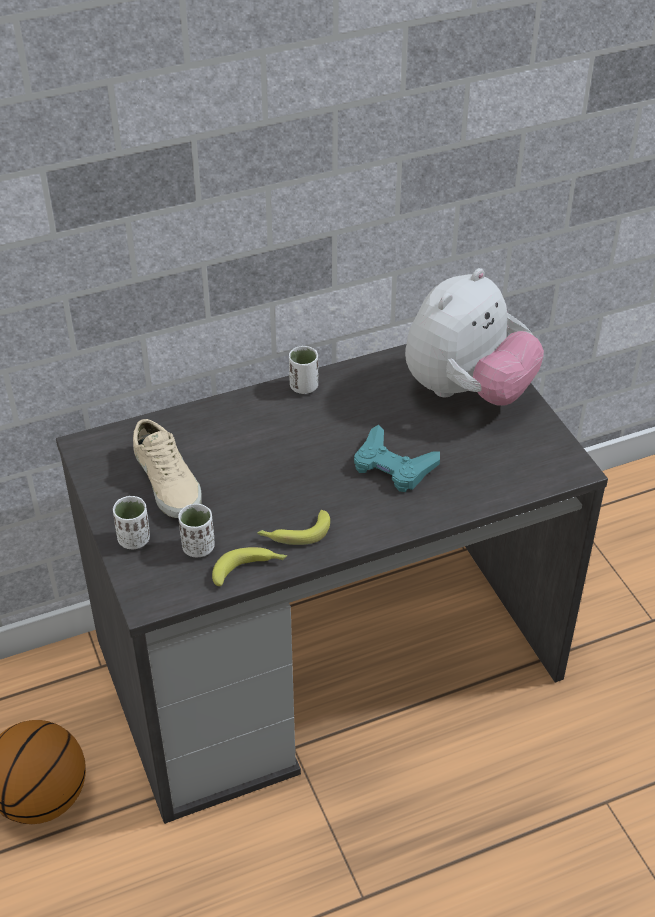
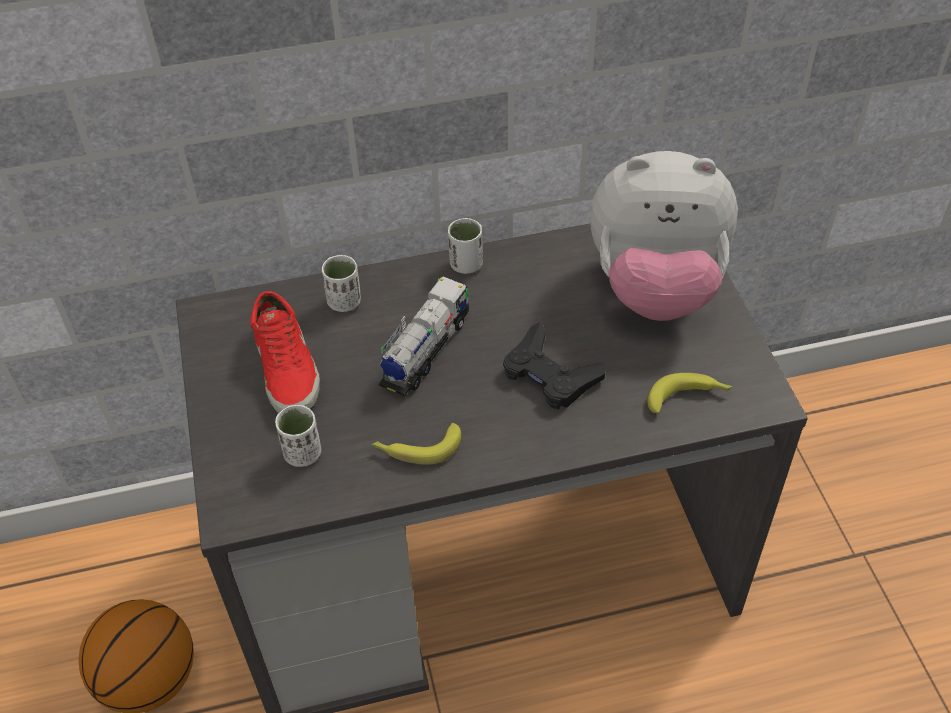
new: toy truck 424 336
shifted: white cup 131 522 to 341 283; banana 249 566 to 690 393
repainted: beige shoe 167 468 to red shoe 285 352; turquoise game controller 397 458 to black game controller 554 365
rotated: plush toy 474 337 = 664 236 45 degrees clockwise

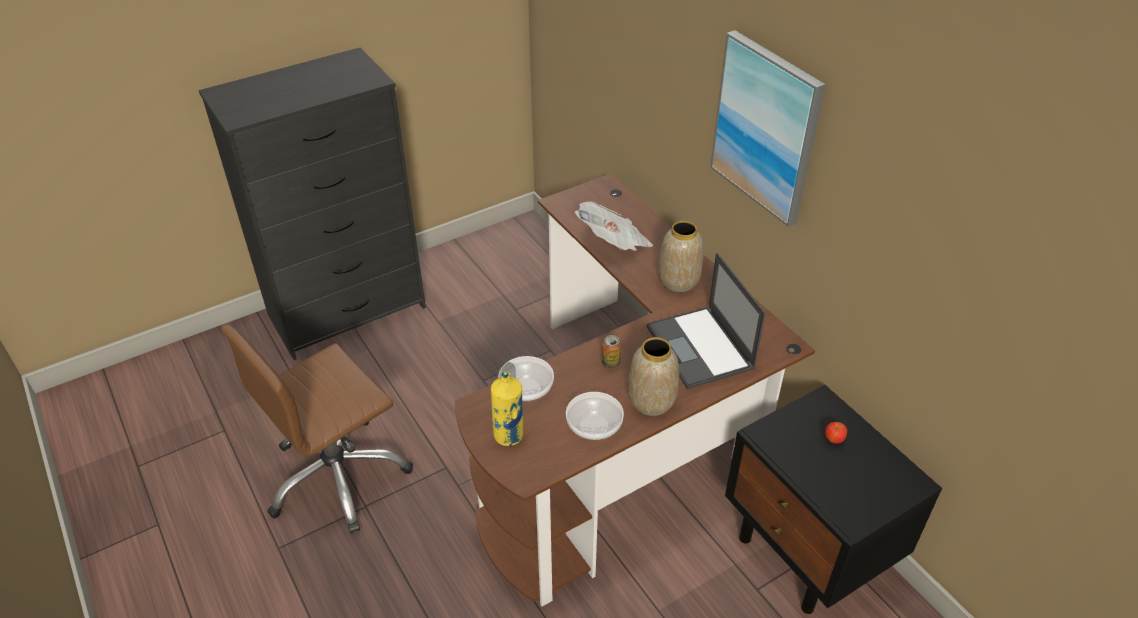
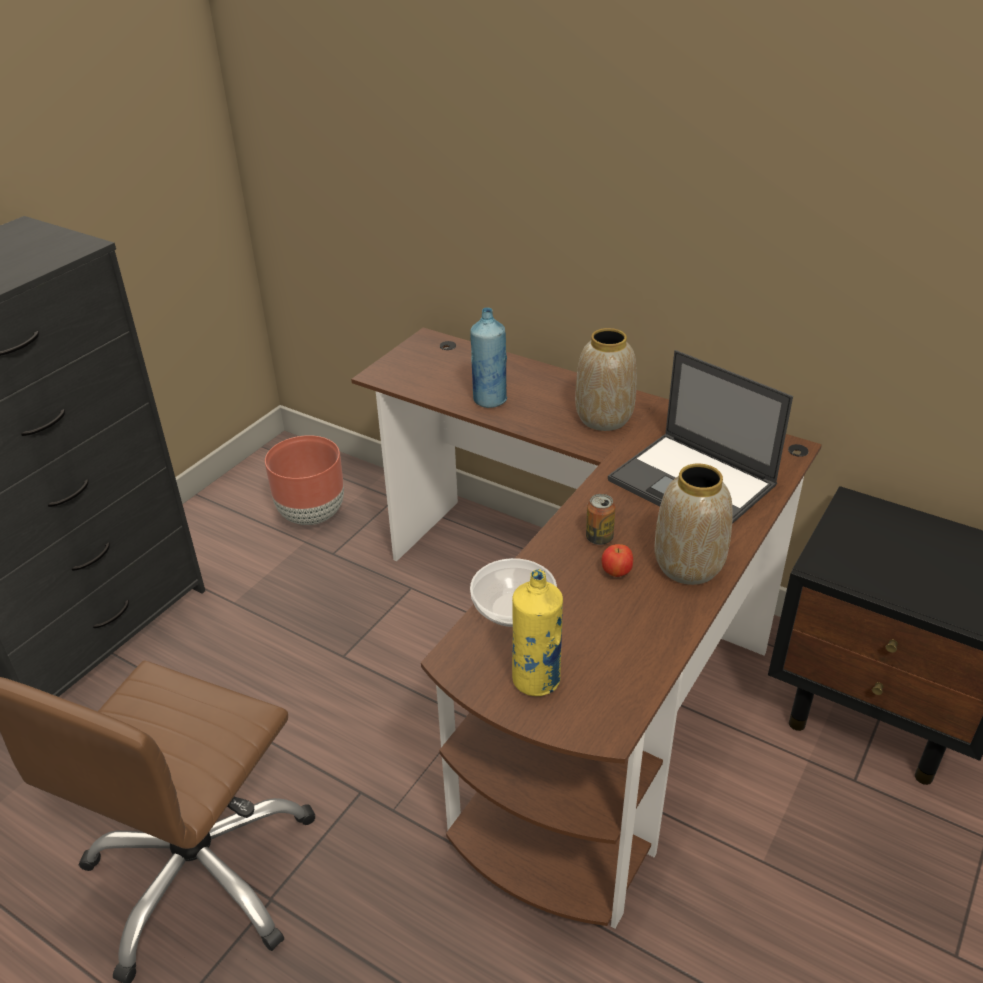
gone: bowl 595 416; picture 767 128
new: brown planter 304 480
shifted: apple 836 433 to 617 560
swapped: newspaper 613 226 to blue bottle 488 357

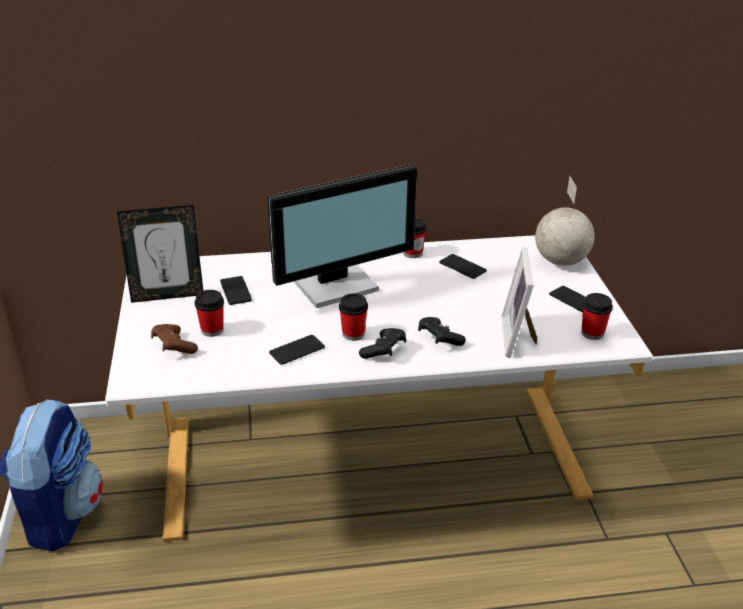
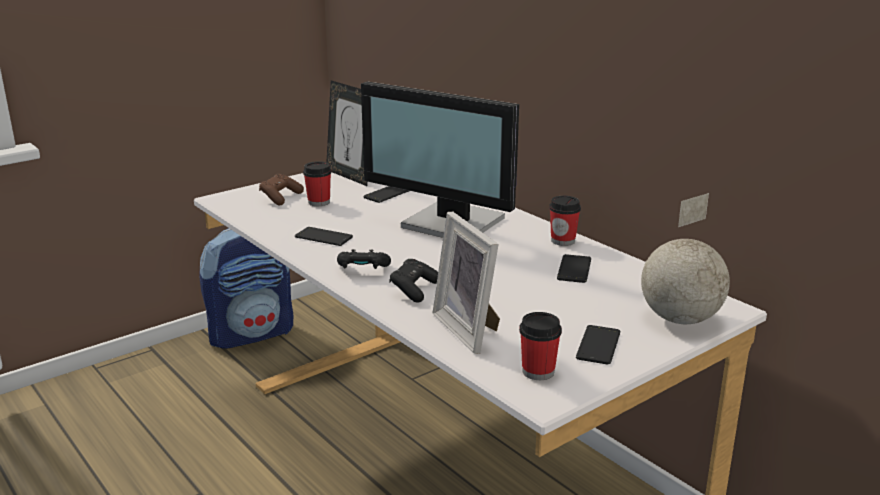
gone: cup 353 317
rotated: picture frame 519 302 = 466 283 90 degrees counterclockwise

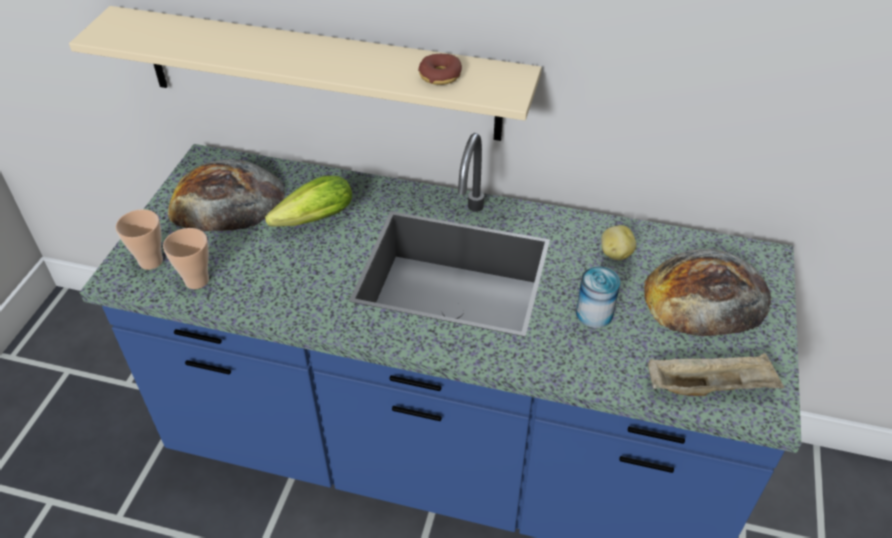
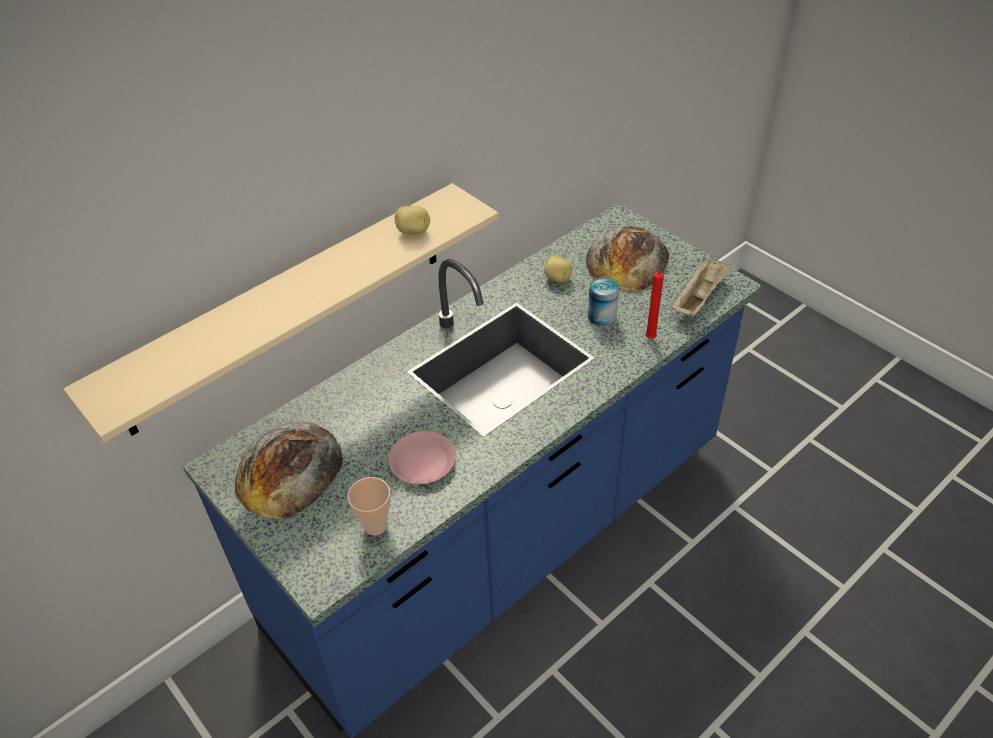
gone: cup 139 239; lettuce 308 201
new: pink plate 422 457; red candle 654 305
swapped: donut 440 69 to potato 412 220

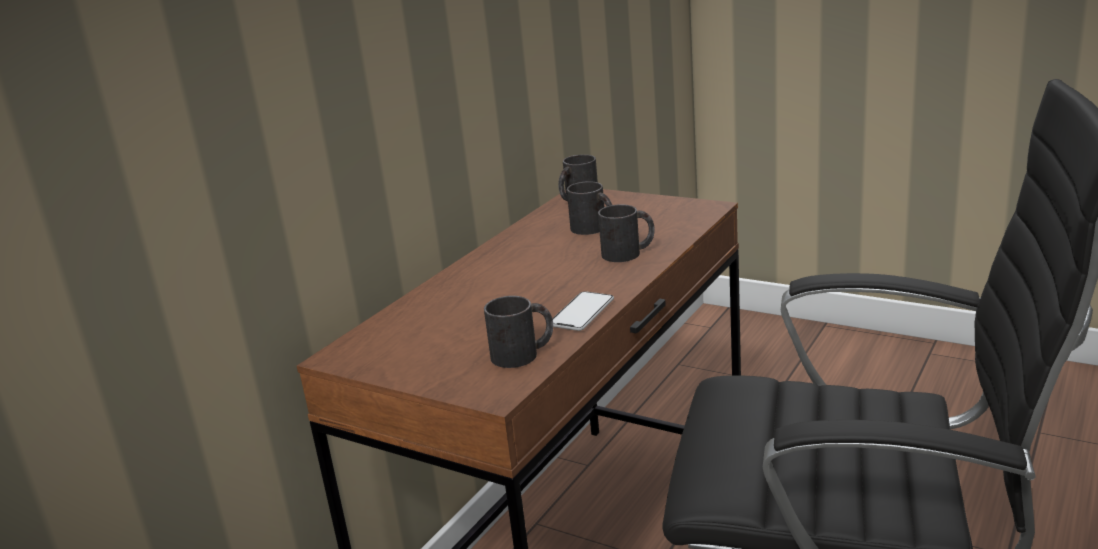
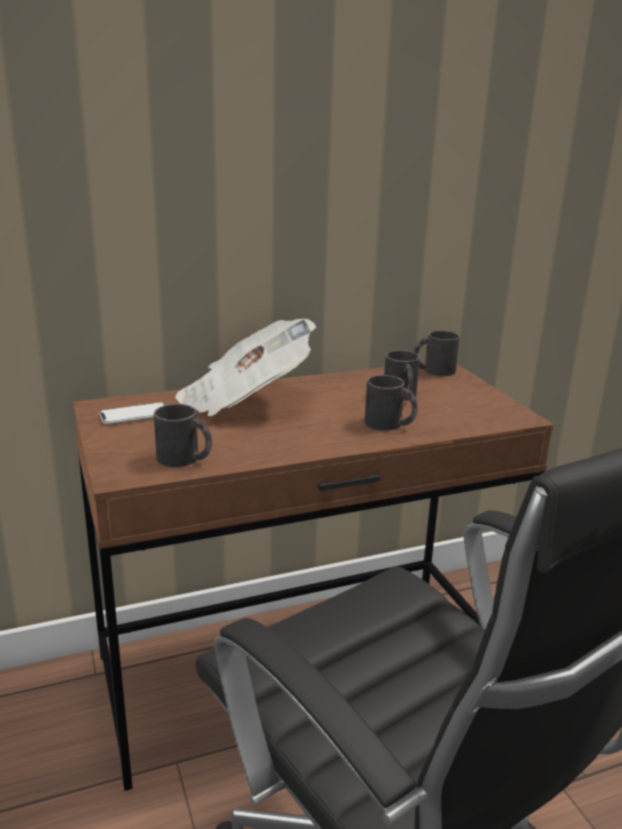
new: newspaper 245 367
shifted: phone 583 311 to 132 413

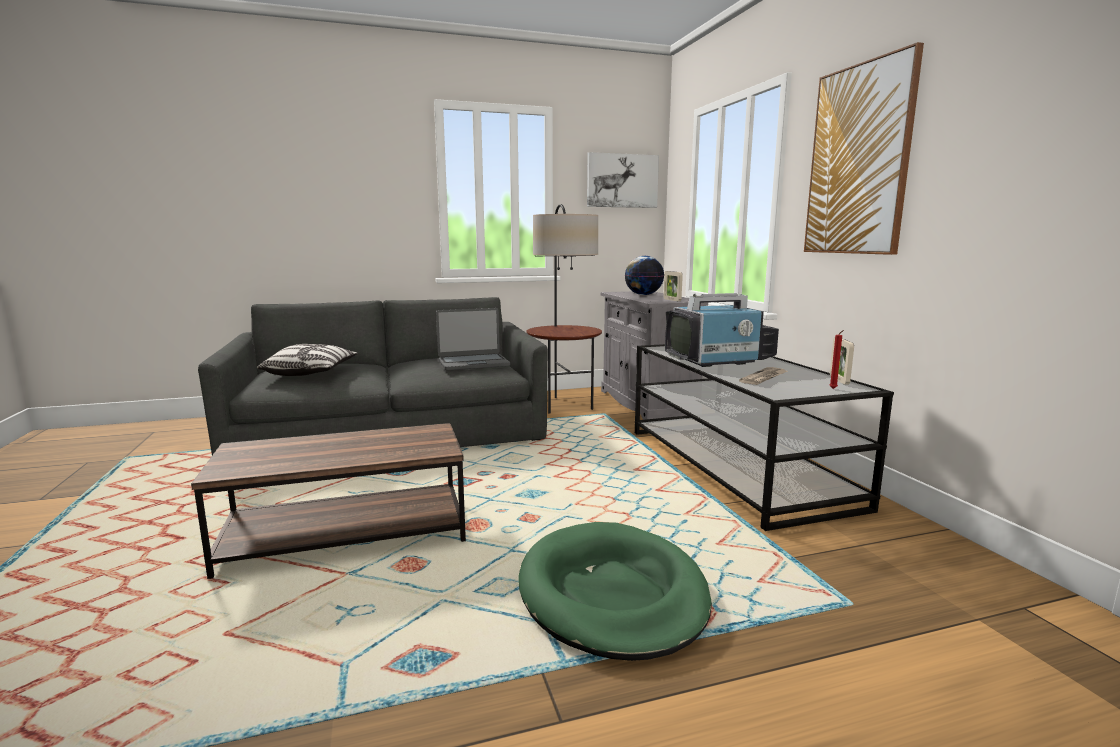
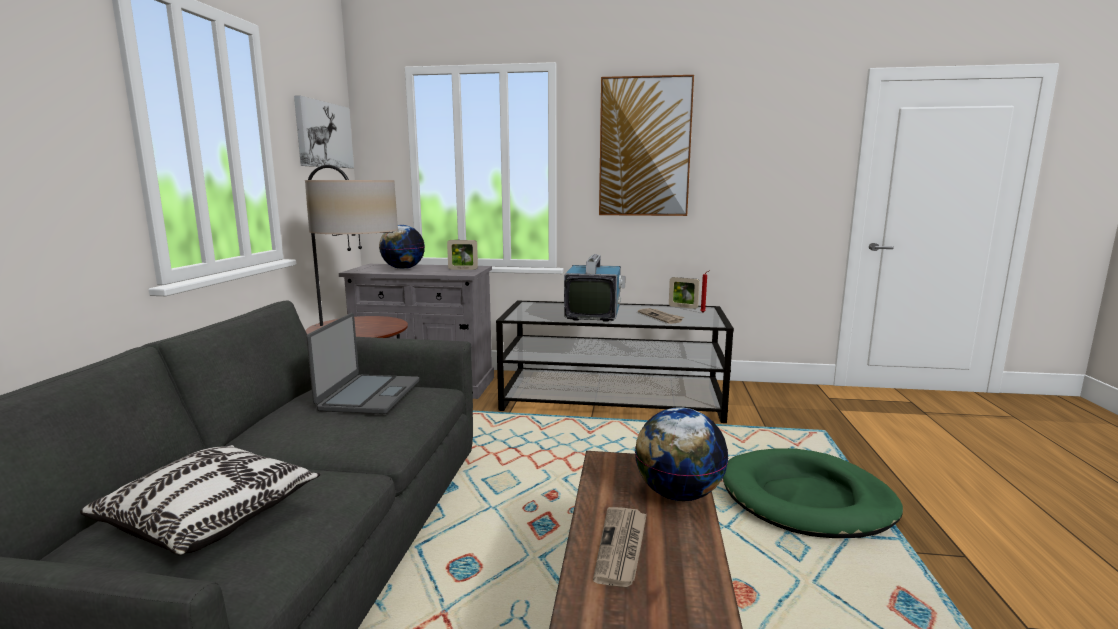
new: newspaper 620 547; globe 682 454

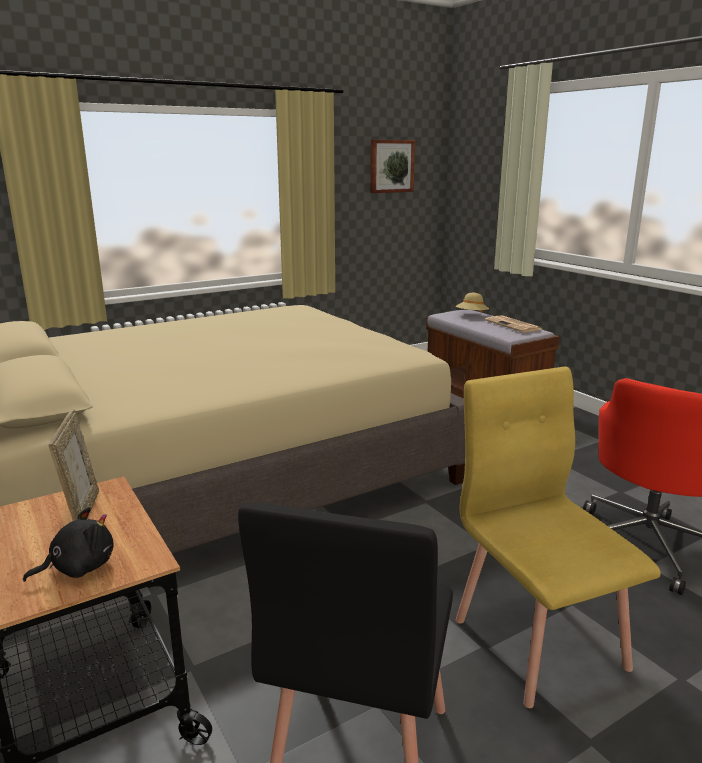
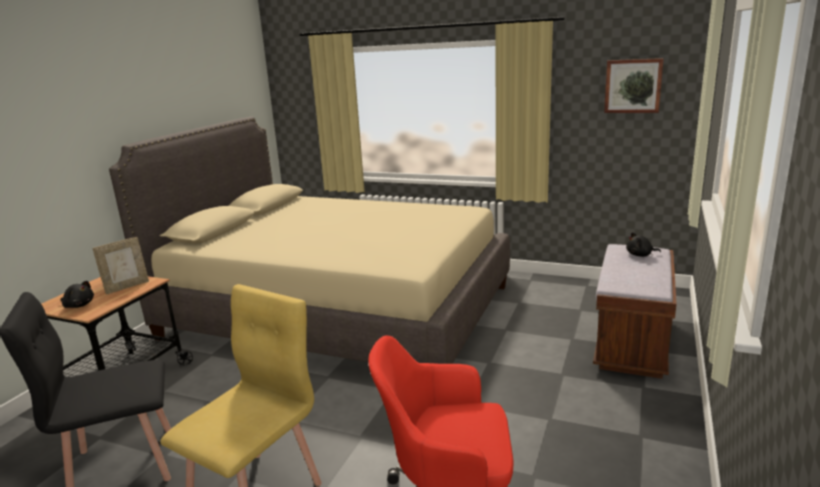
gone: newspaper 513 323
swapped: beige hat 472 303 to black plush toy 643 244

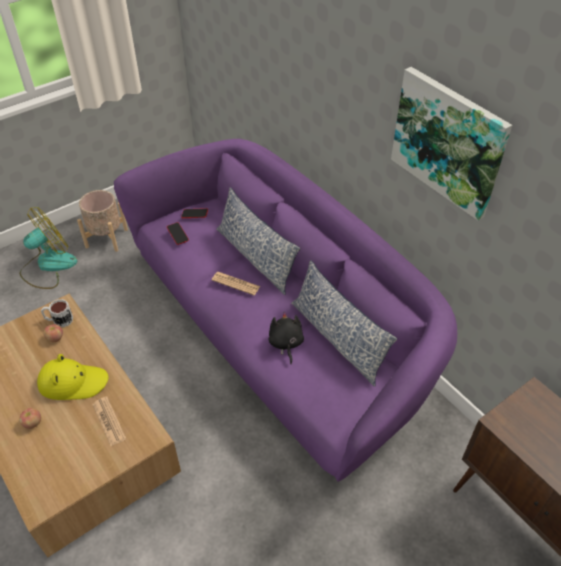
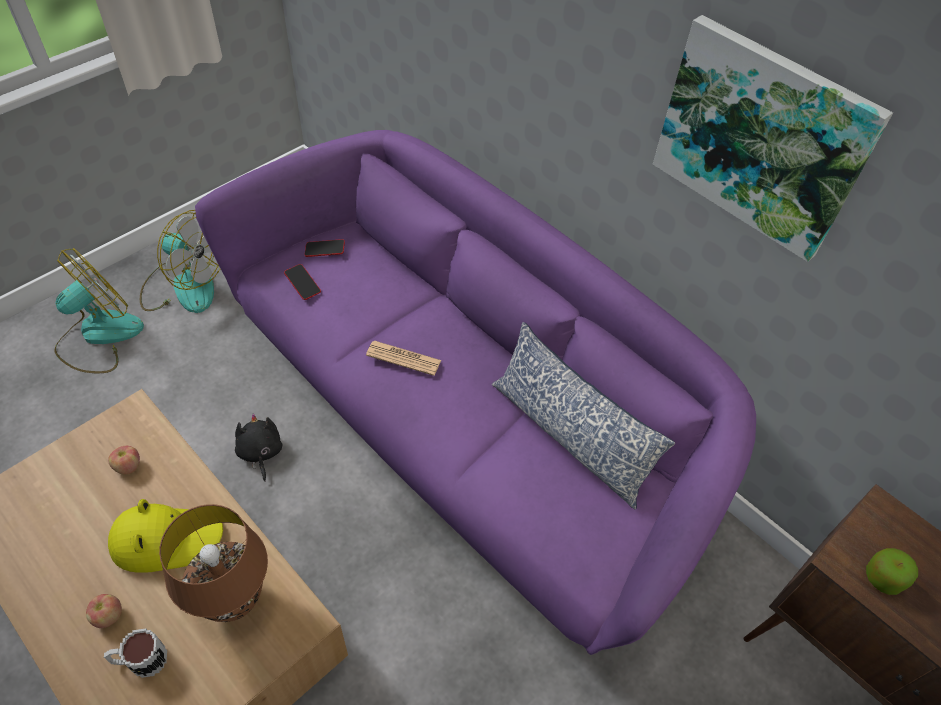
gone: pillow 258 241
new: apple 892 571
shifted: mug 57 313 to 135 653; black plush toy 286 338 to 258 448
swapped: beige planter 102 221 to fan 180 261; newspaper 109 421 to brown table lamp 213 563

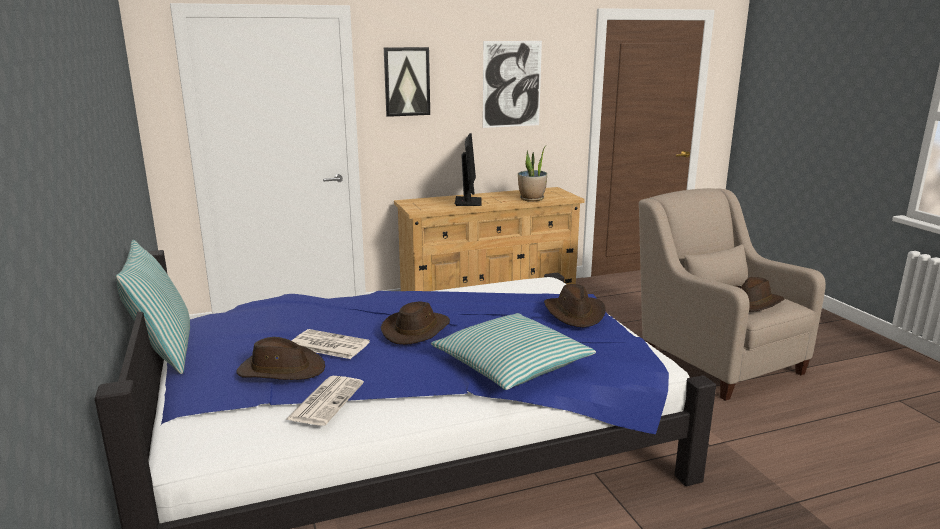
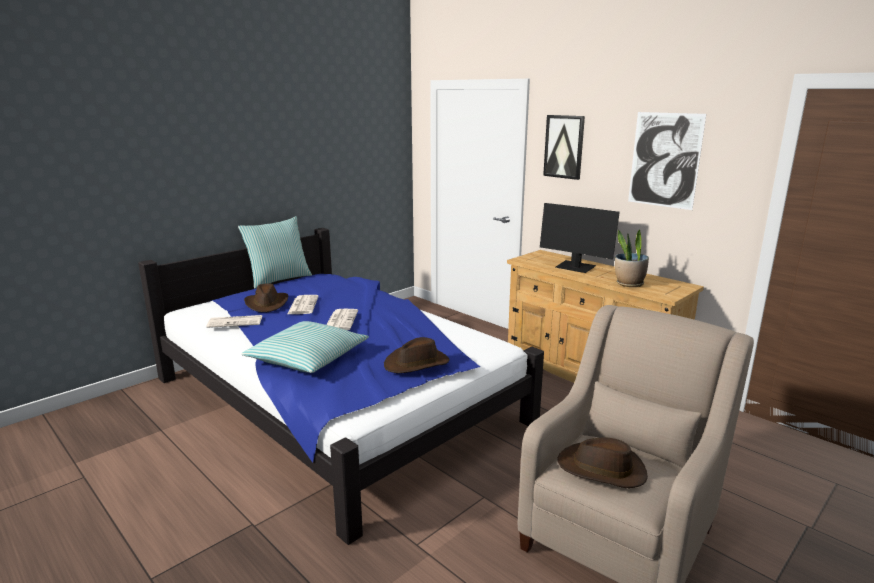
swapped: brown hat 415 323 to newspaper 342 319
rotated: monitor 468 169 = 580 238 60 degrees clockwise

